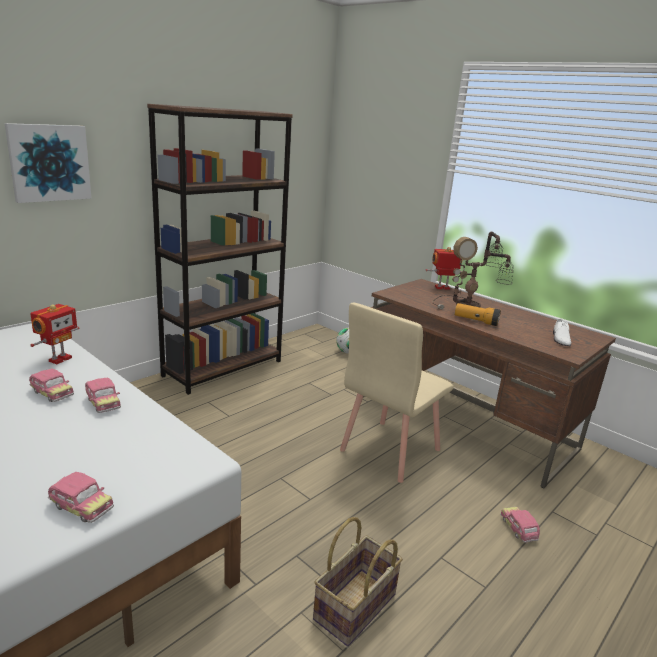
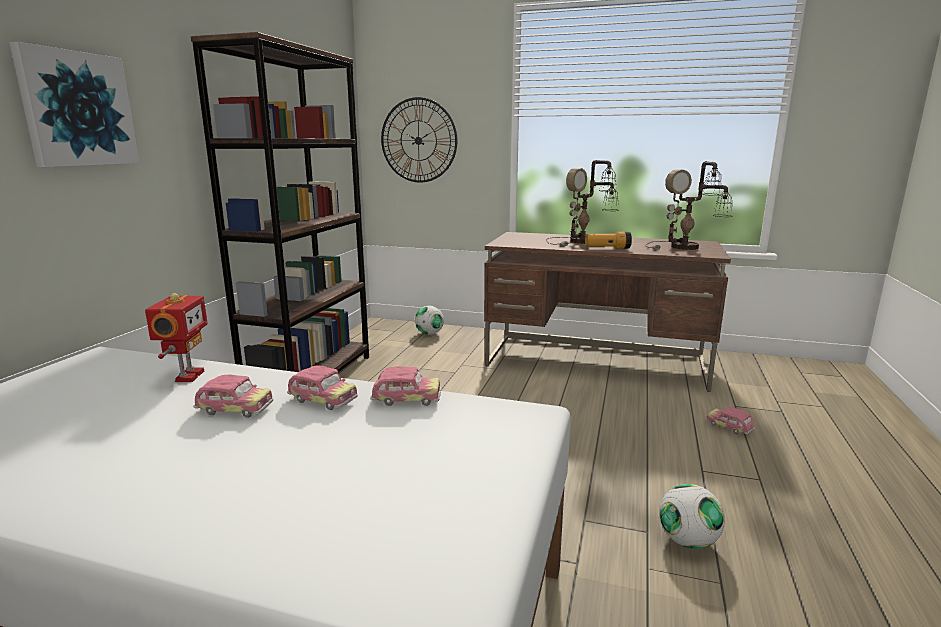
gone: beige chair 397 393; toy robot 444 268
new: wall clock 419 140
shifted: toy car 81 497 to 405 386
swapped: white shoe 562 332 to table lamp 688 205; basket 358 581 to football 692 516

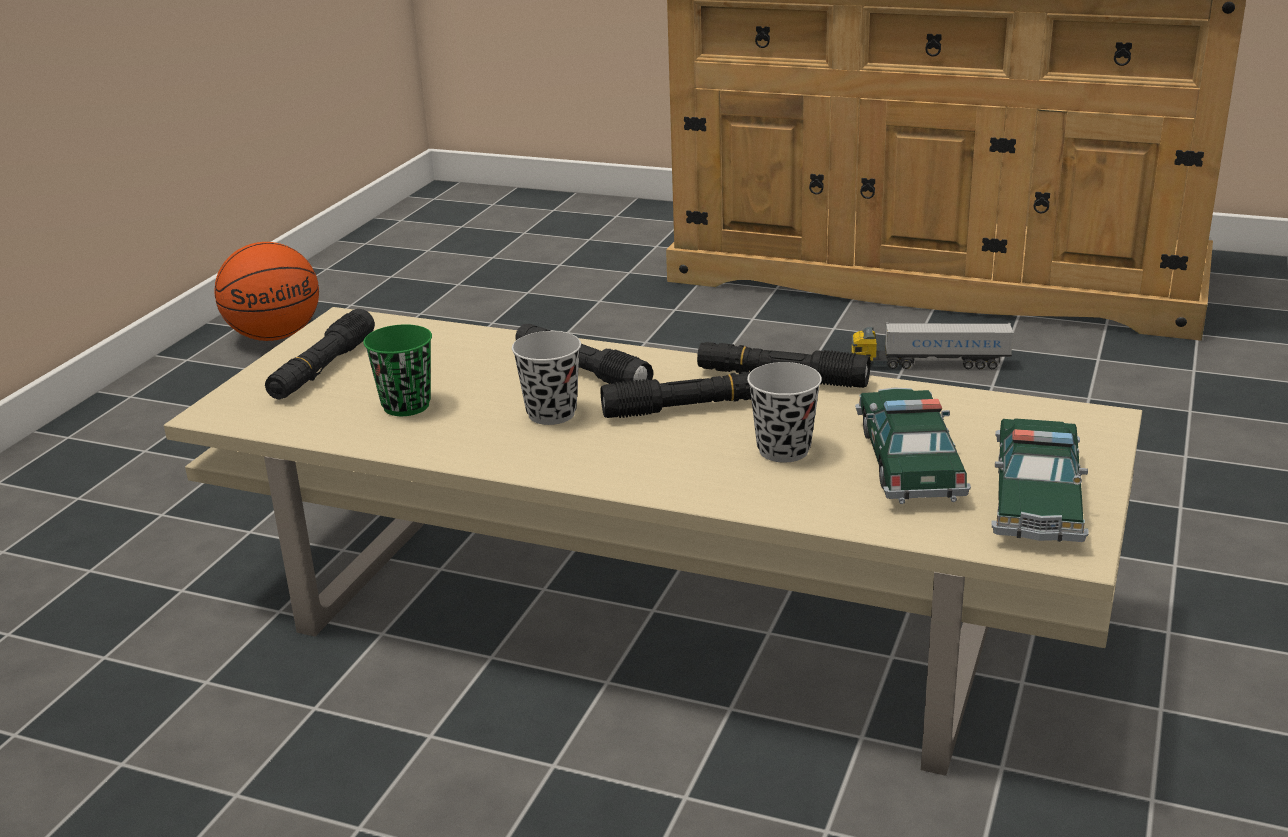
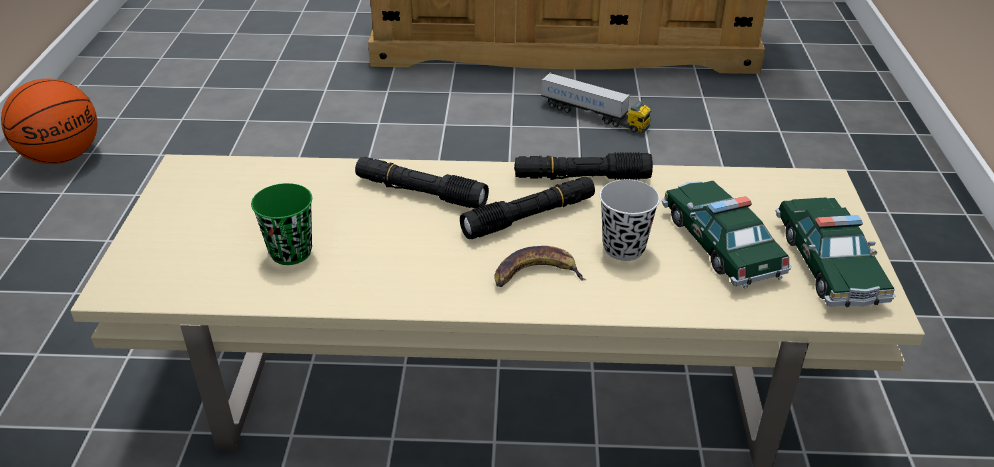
gone: black flashlight 320 354; black cup 546 378
new: banana 540 266
rotated: toy truck 932 345 = 596 103 135 degrees counterclockwise

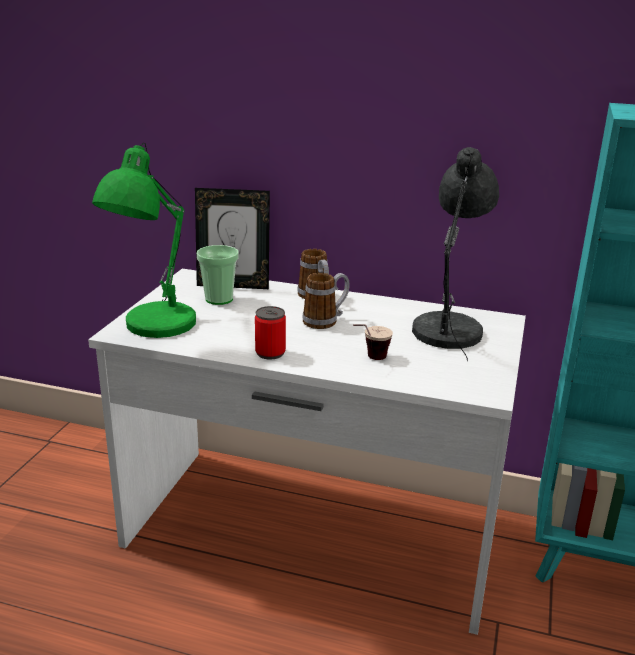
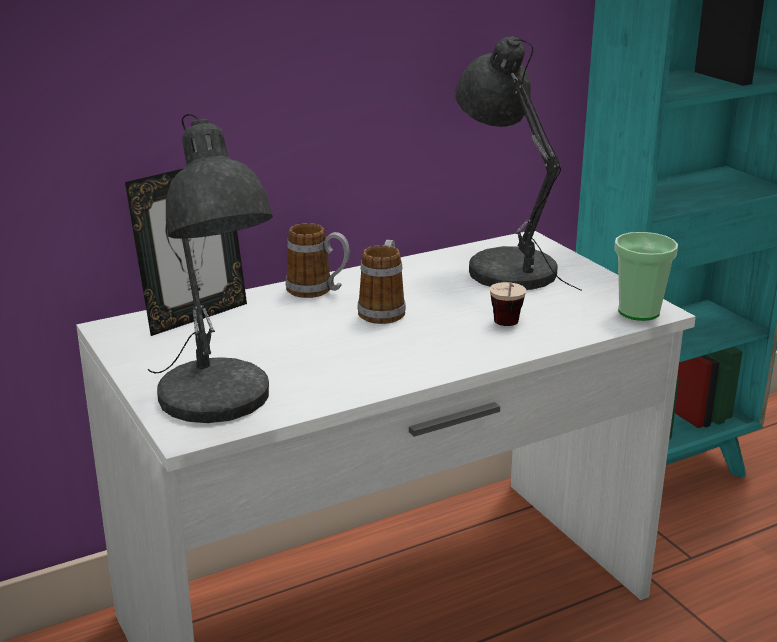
gone: can 270 332
shifted: cup 218 275 to 646 276
repainted: green table lamp 144 240 to grey table lamp 210 268

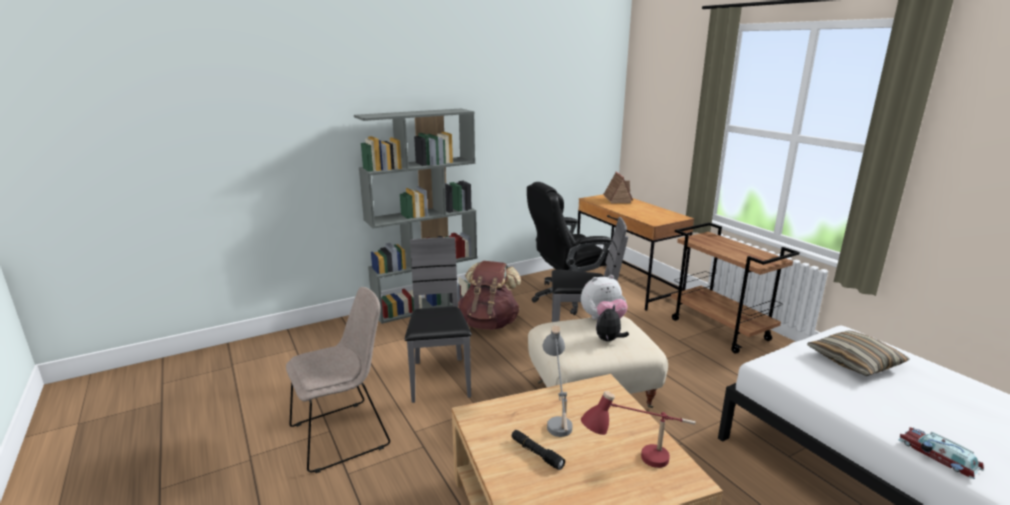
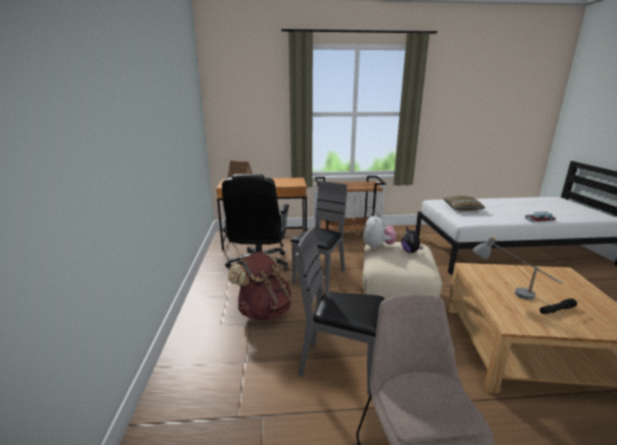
gone: grey bookcase 415 216; red table lamp 638 429

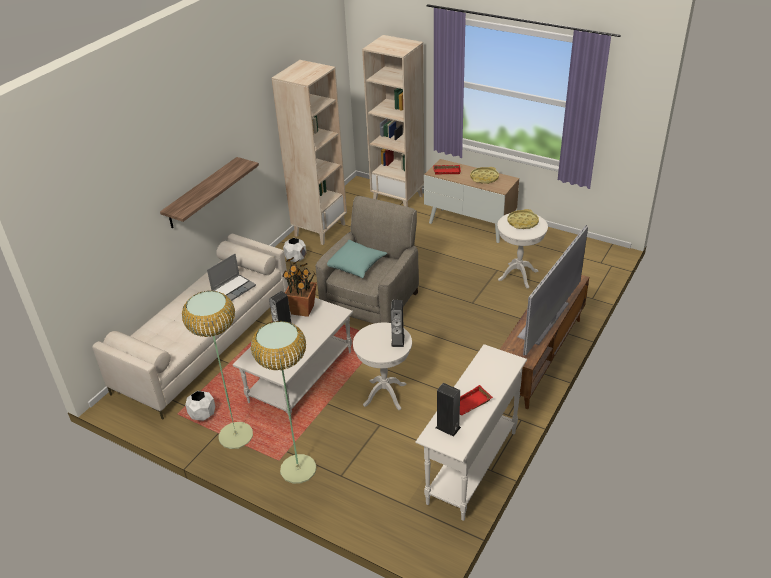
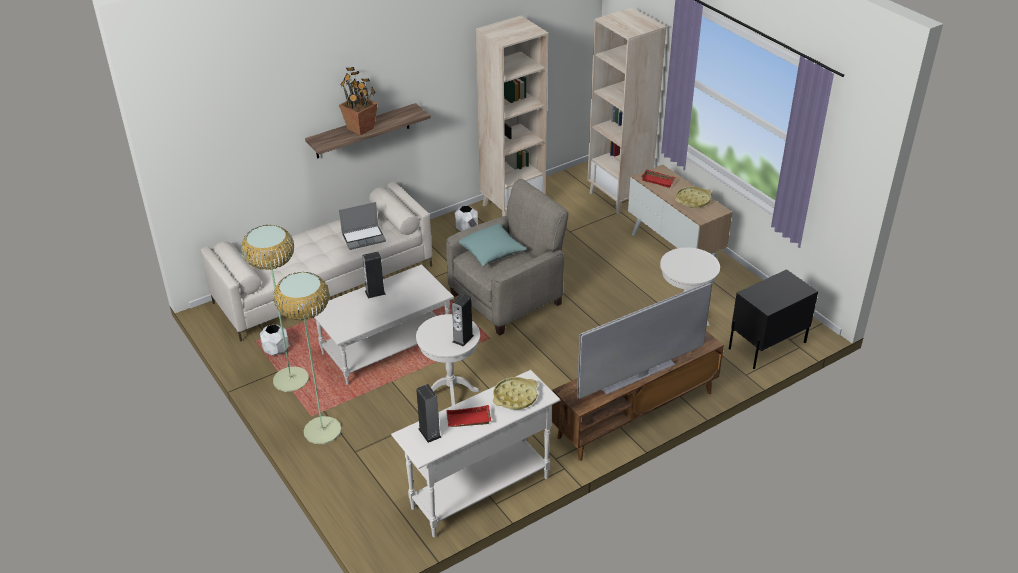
new: black nightstand 773 319
shifted: potted plant 299 287 to 358 101; yellow tray 523 219 to 515 393

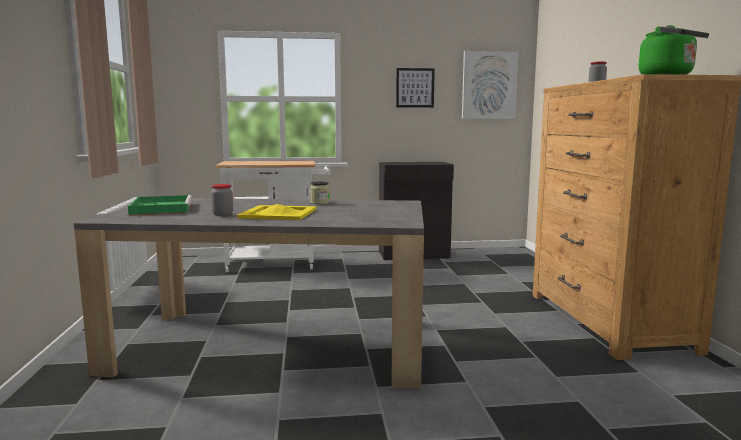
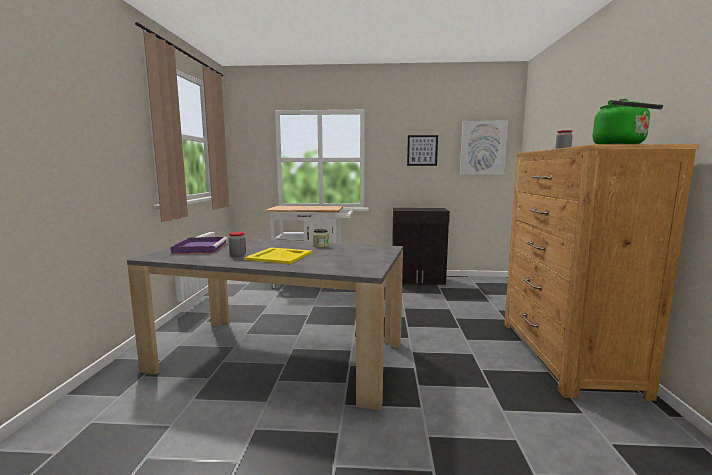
repainted: green tray 160 205 to purple tray 199 245

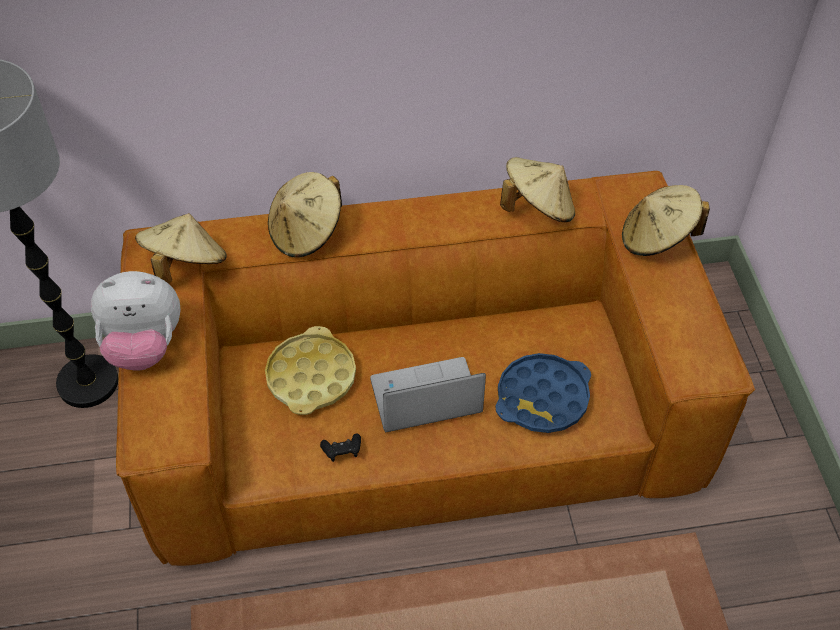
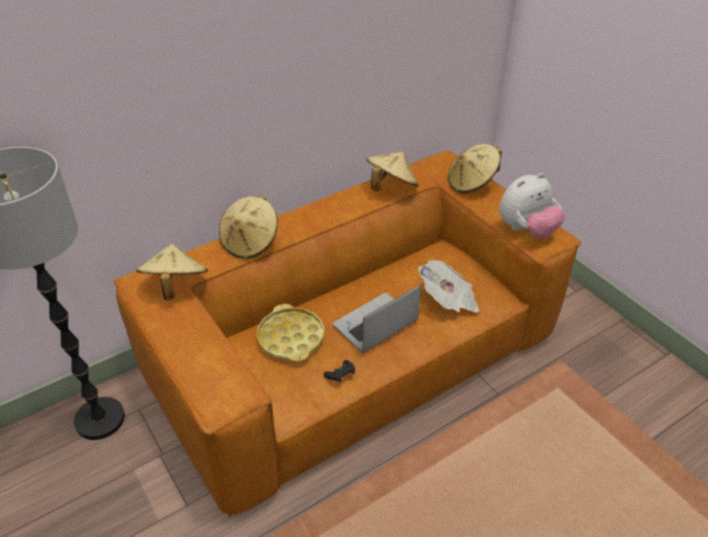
shifted: plush toy 136 321 to 532 205
swapped: blue tray 543 393 to newspaper 448 286

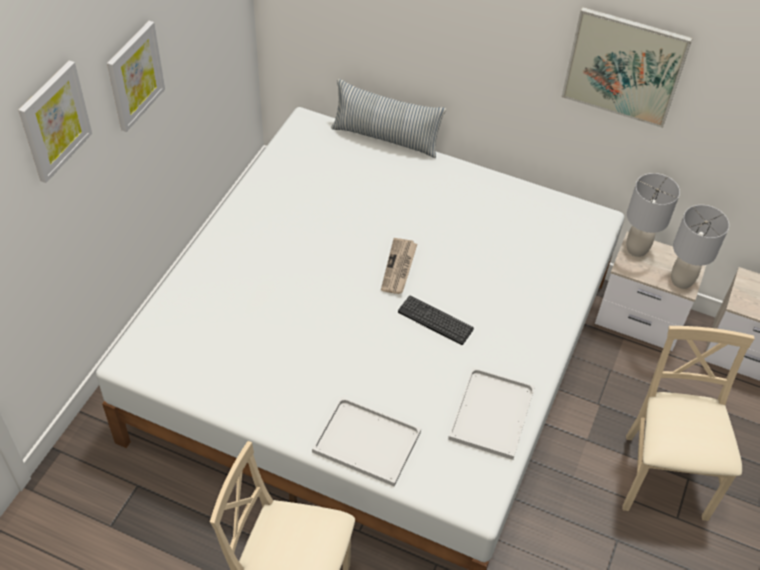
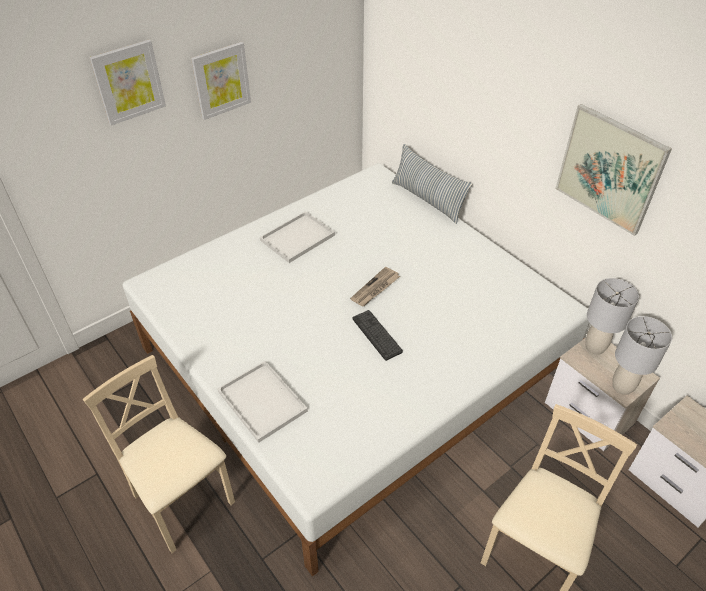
shifted: white tray 491 414 to 297 237

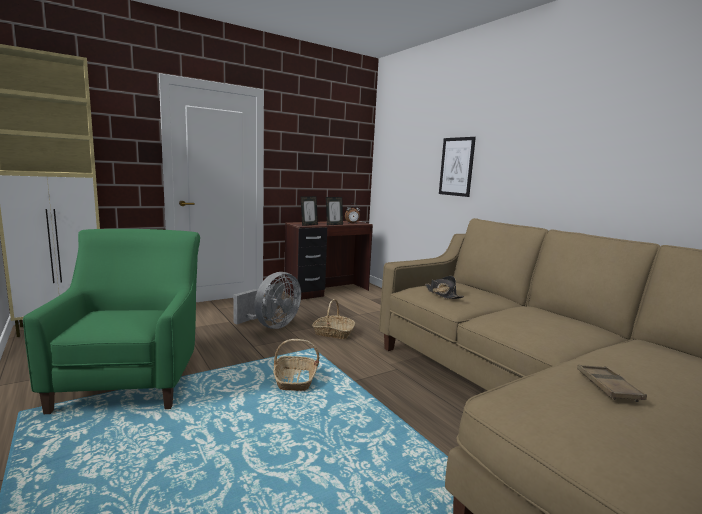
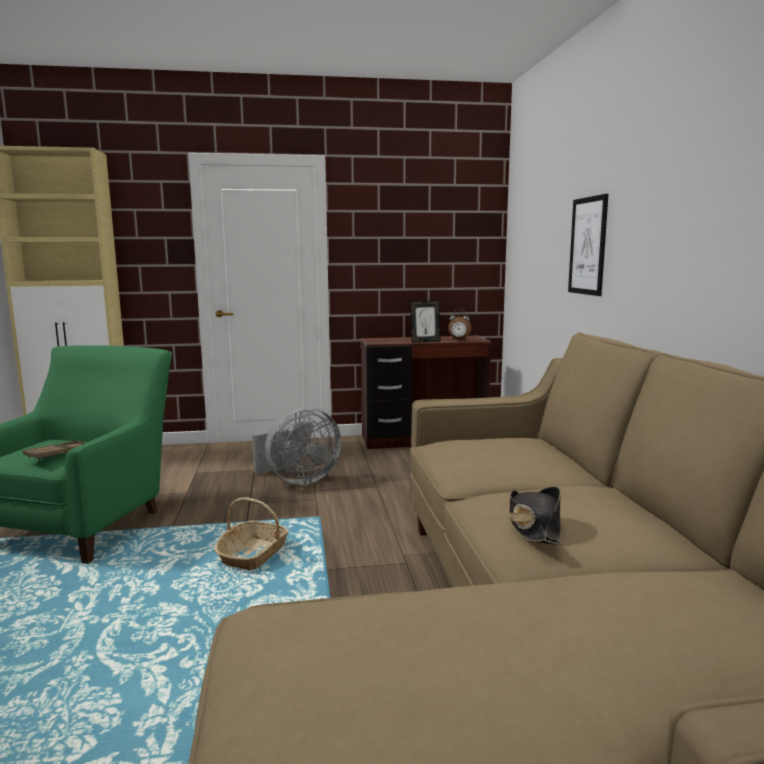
gone: picture frame 309 211; basket 333 319
shifted: brown tray 612 383 to 54 450; black hat 444 287 to 535 515

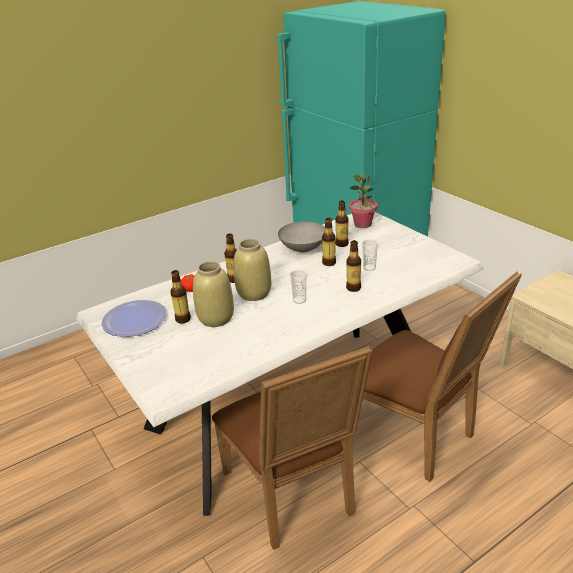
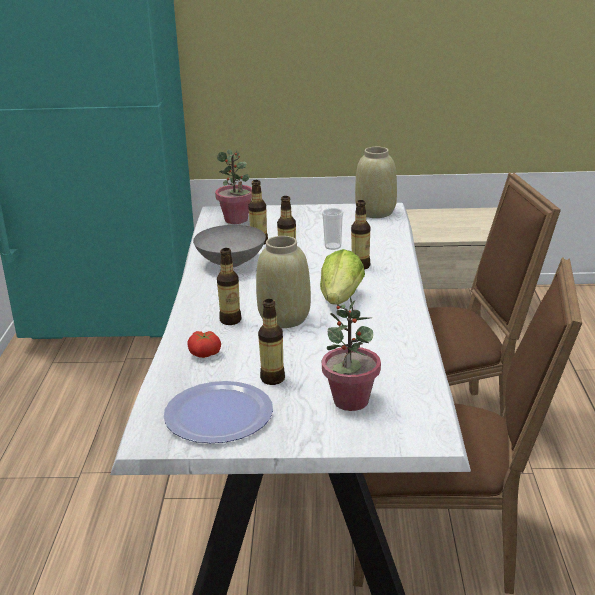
new: potted plant 351 353
shifted: beige vase 213 294 to 376 182
swapped: cup 298 287 to lettuce 342 276

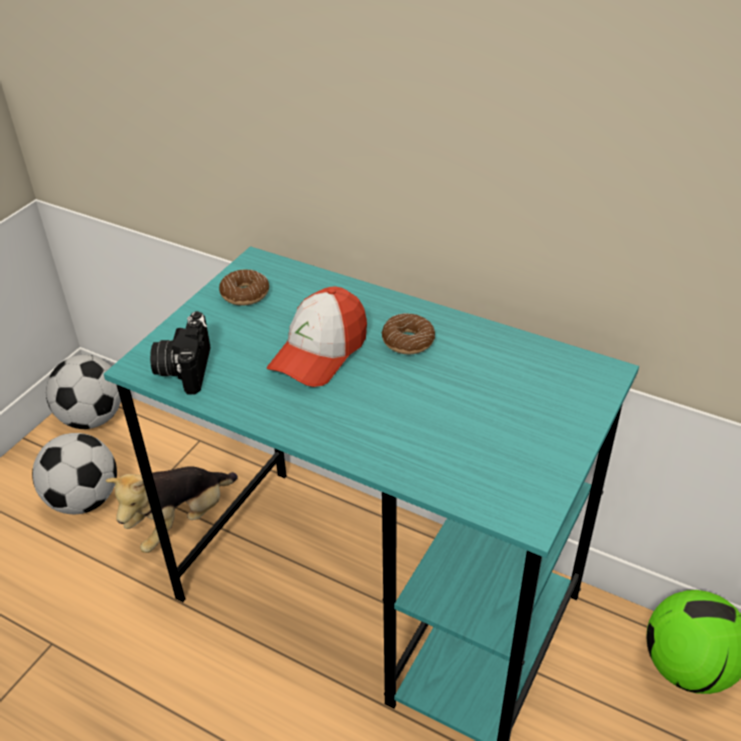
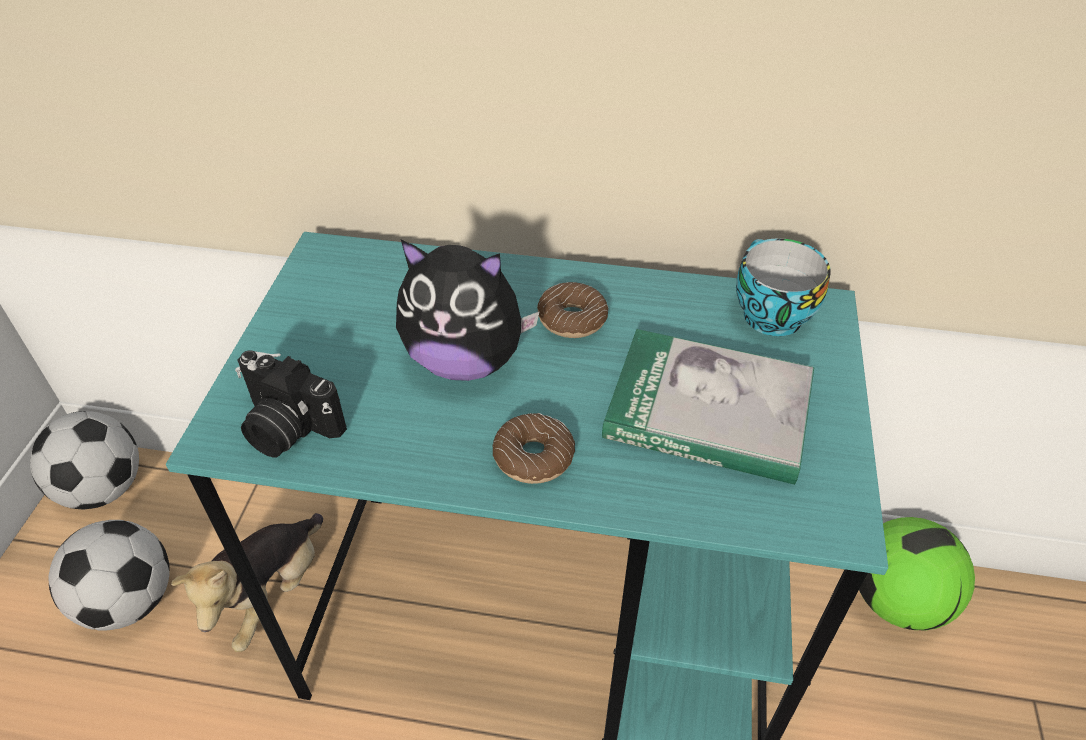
new: book 708 407; cup 783 287
shifted: donut 244 287 to 534 448
swapped: cap 317 336 to plush toy 468 310
rotated: photo camera 180 352 = 291 403 45 degrees counterclockwise

